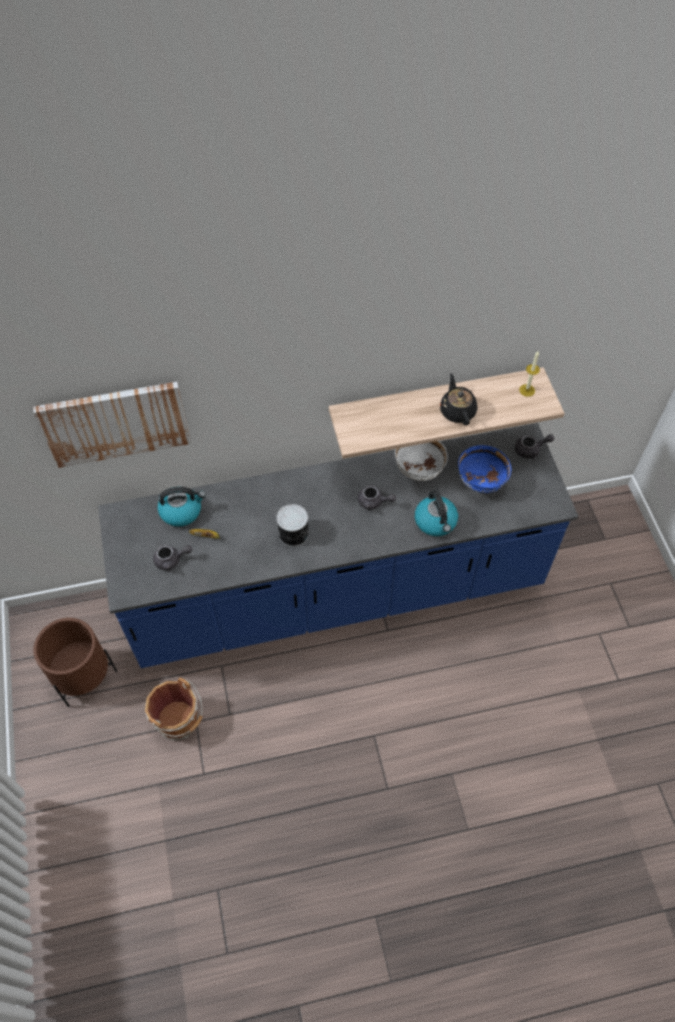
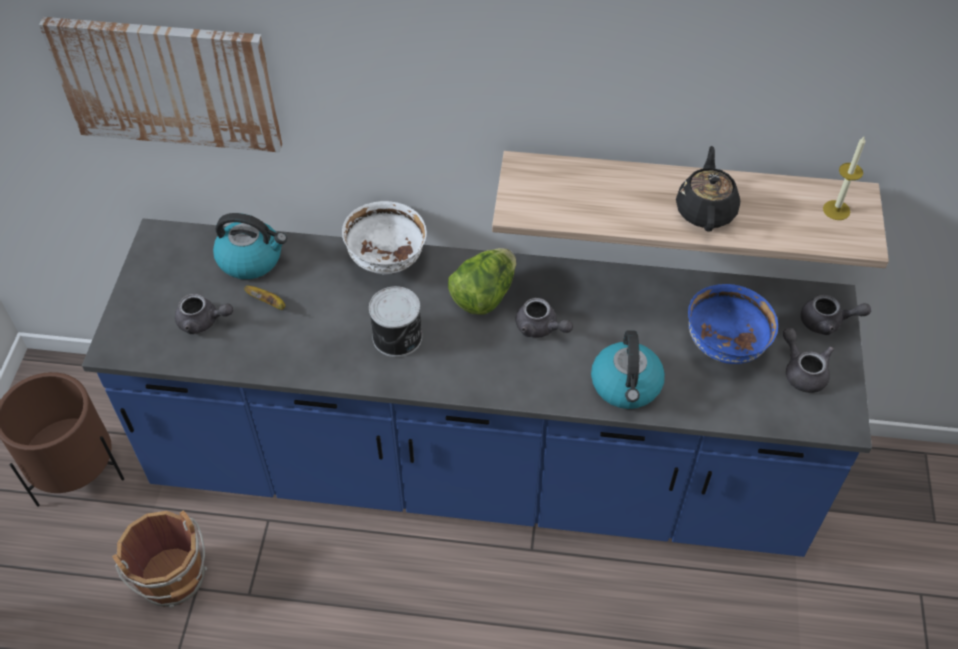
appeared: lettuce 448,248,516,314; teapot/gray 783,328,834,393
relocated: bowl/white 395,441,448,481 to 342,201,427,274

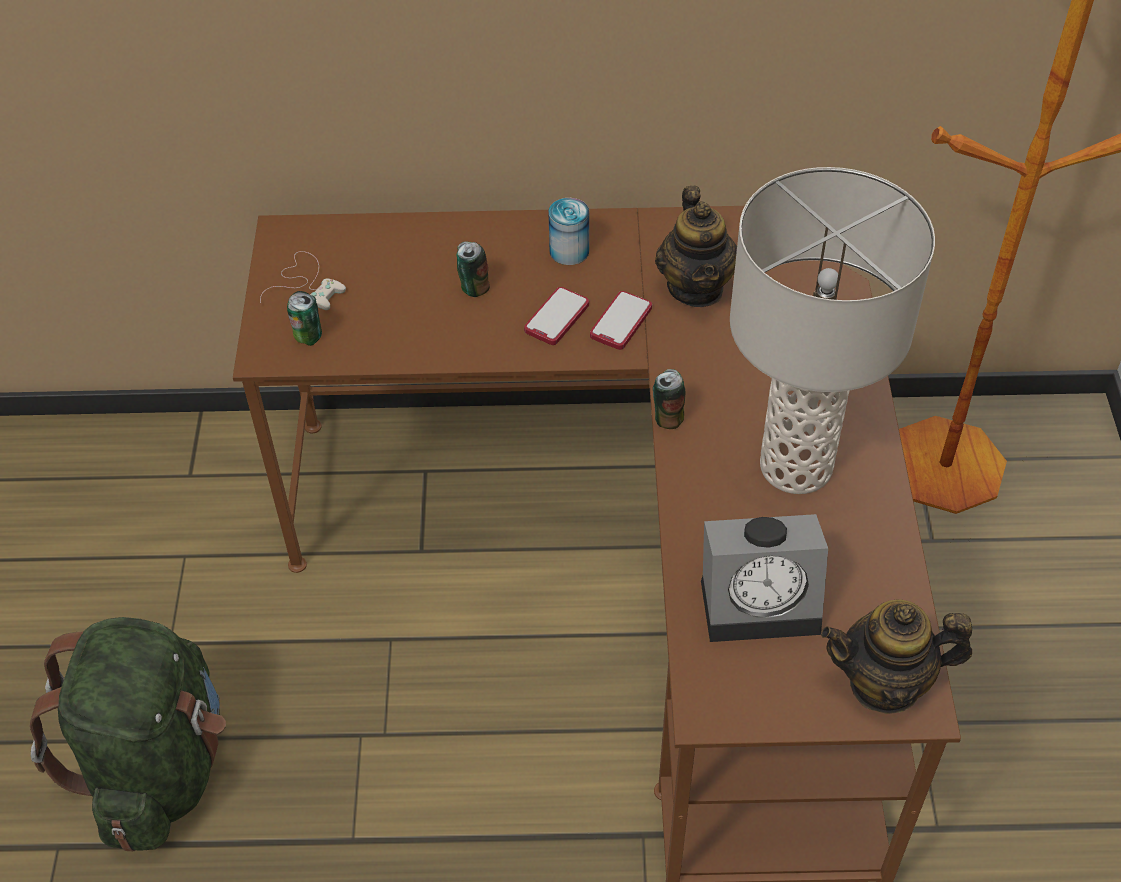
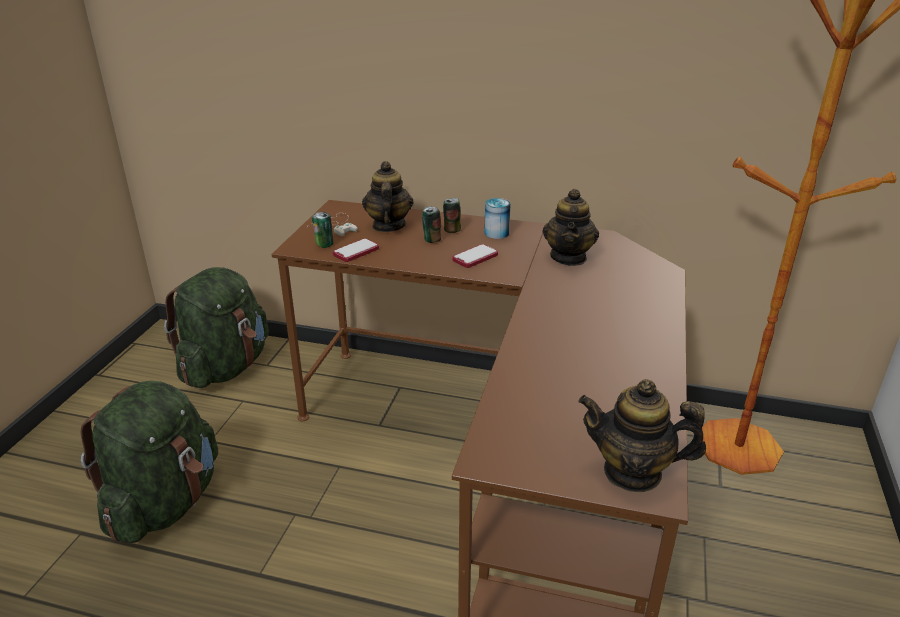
missing: alarm clock 701,514,828,642; lamp for a table/white 730,167,935,494
appeared: rucksack/green-coloured 164,267,269,388; teapot 362,161,414,232
relocated: phone 590,291,652,350 to 333,239,379,262; can 653,369,686,429 to 443,198,461,233

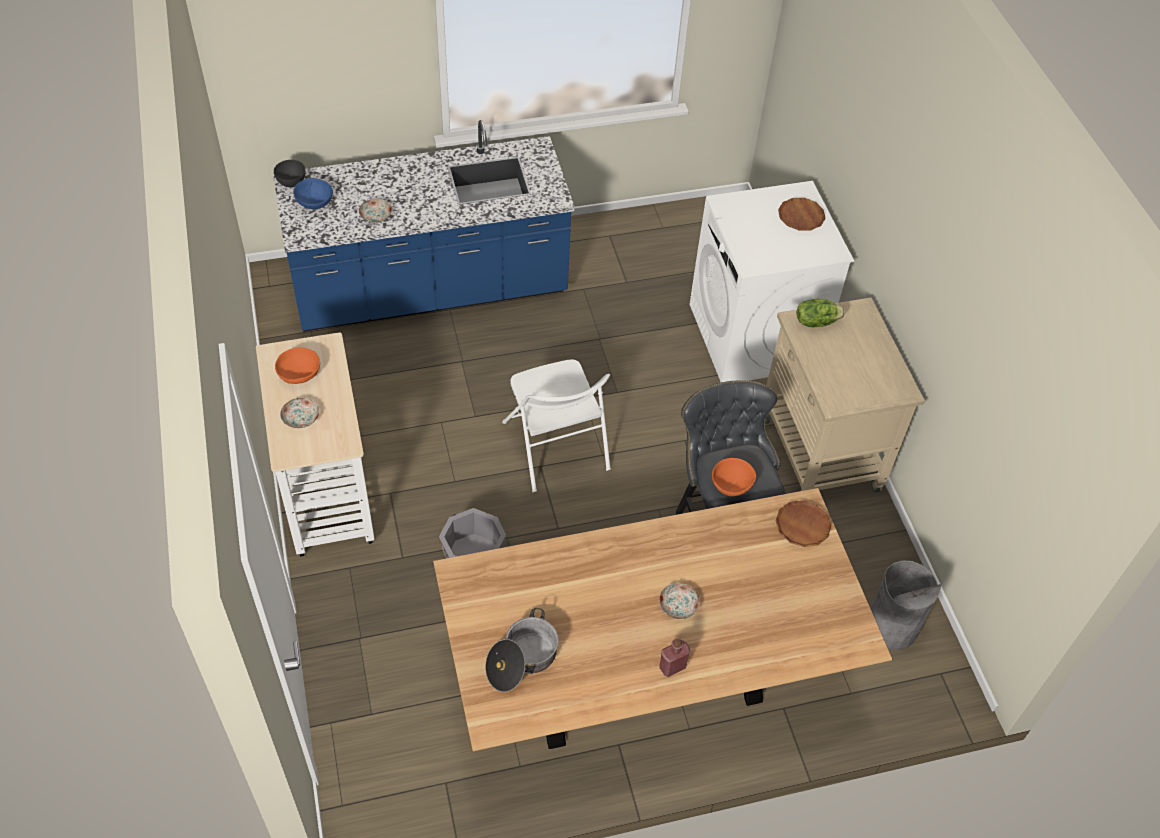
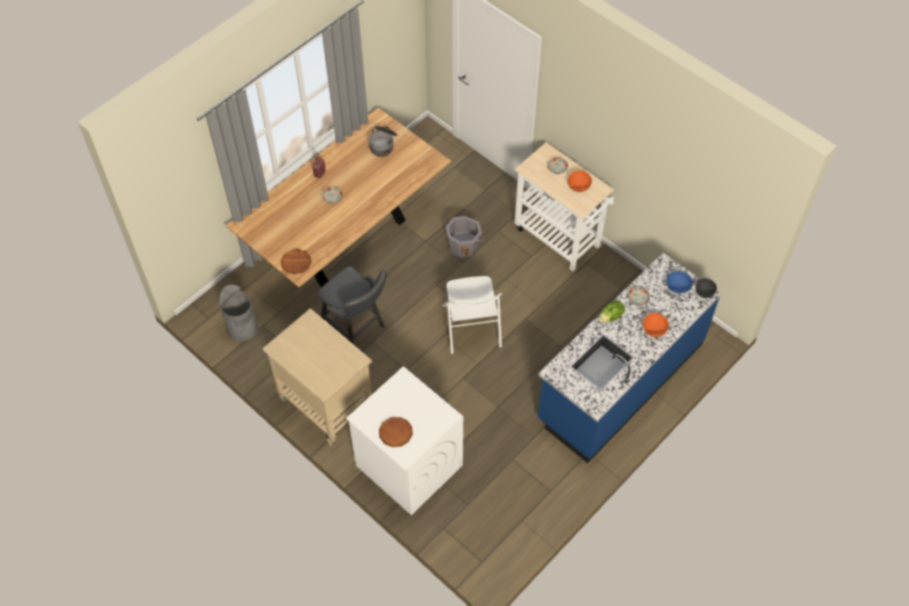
relocated: lettuce 797,298,845,327 to 598,300,625,323; bowl/orange 712,458,756,496 to 643,313,669,337
spun: chair/white 502,359,611,493 = 442,276,502,354 135 degrees counterclockwise

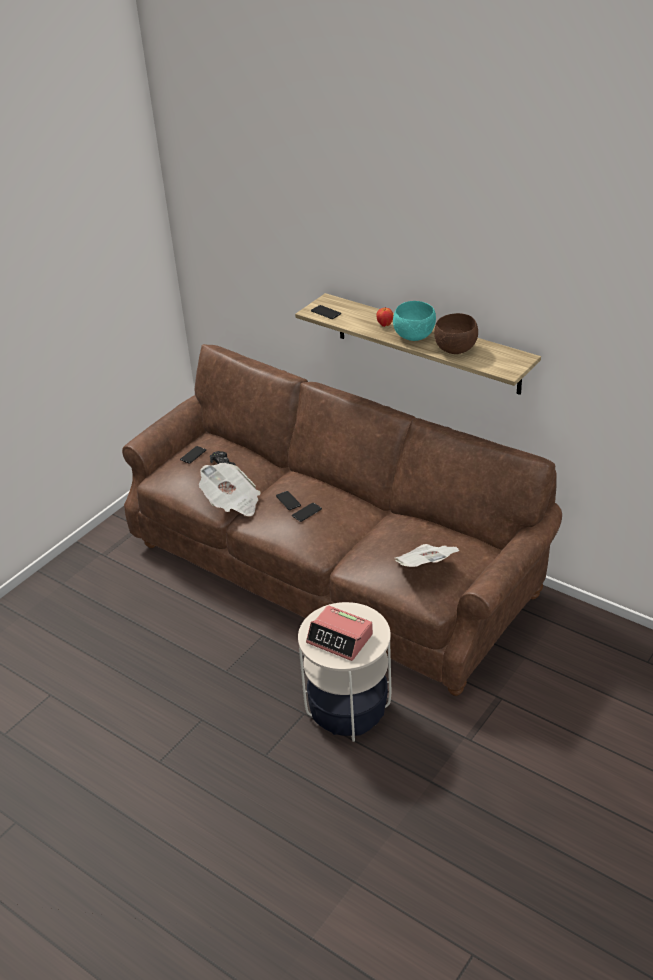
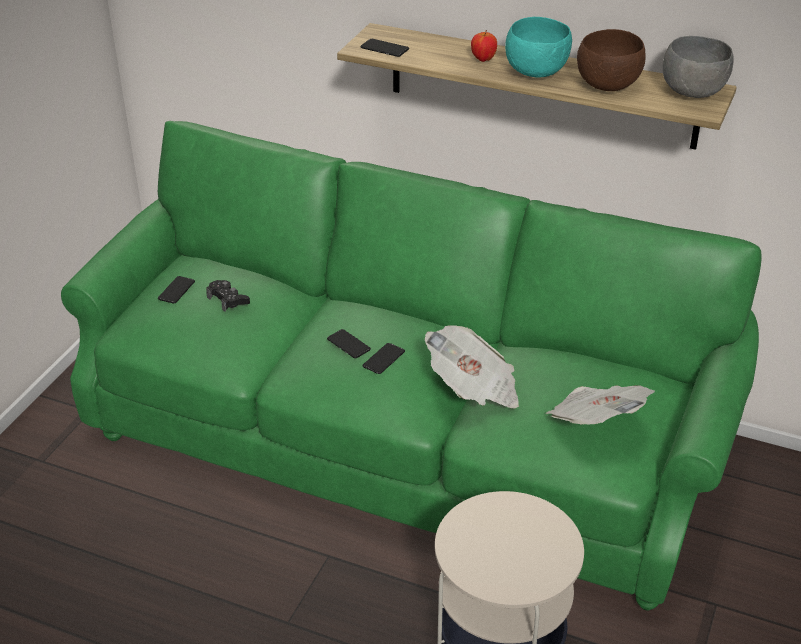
missing: alarm clock 306,605,373,661
appeared: bowl/gray 663,36,734,98
relocated: newspaper 199,463,261,517 to 425,325,519,408
colour: settee/brownish 122,344,562,696 to settee/green-coloured 61,121,761,610

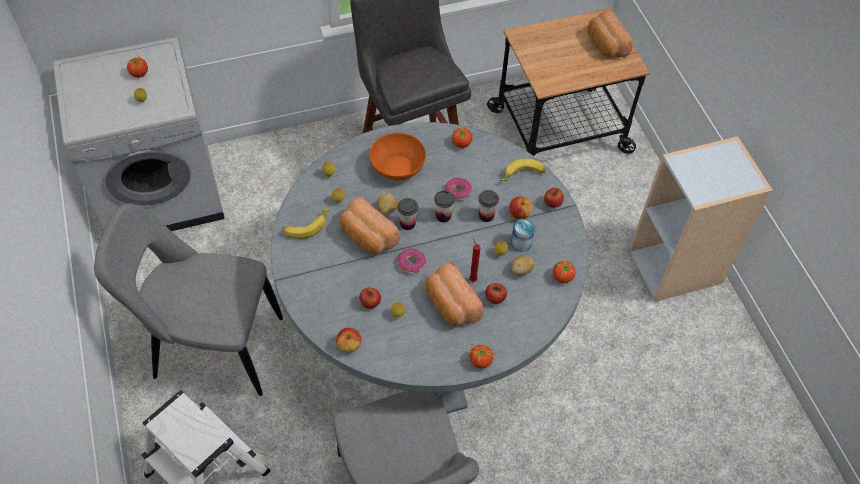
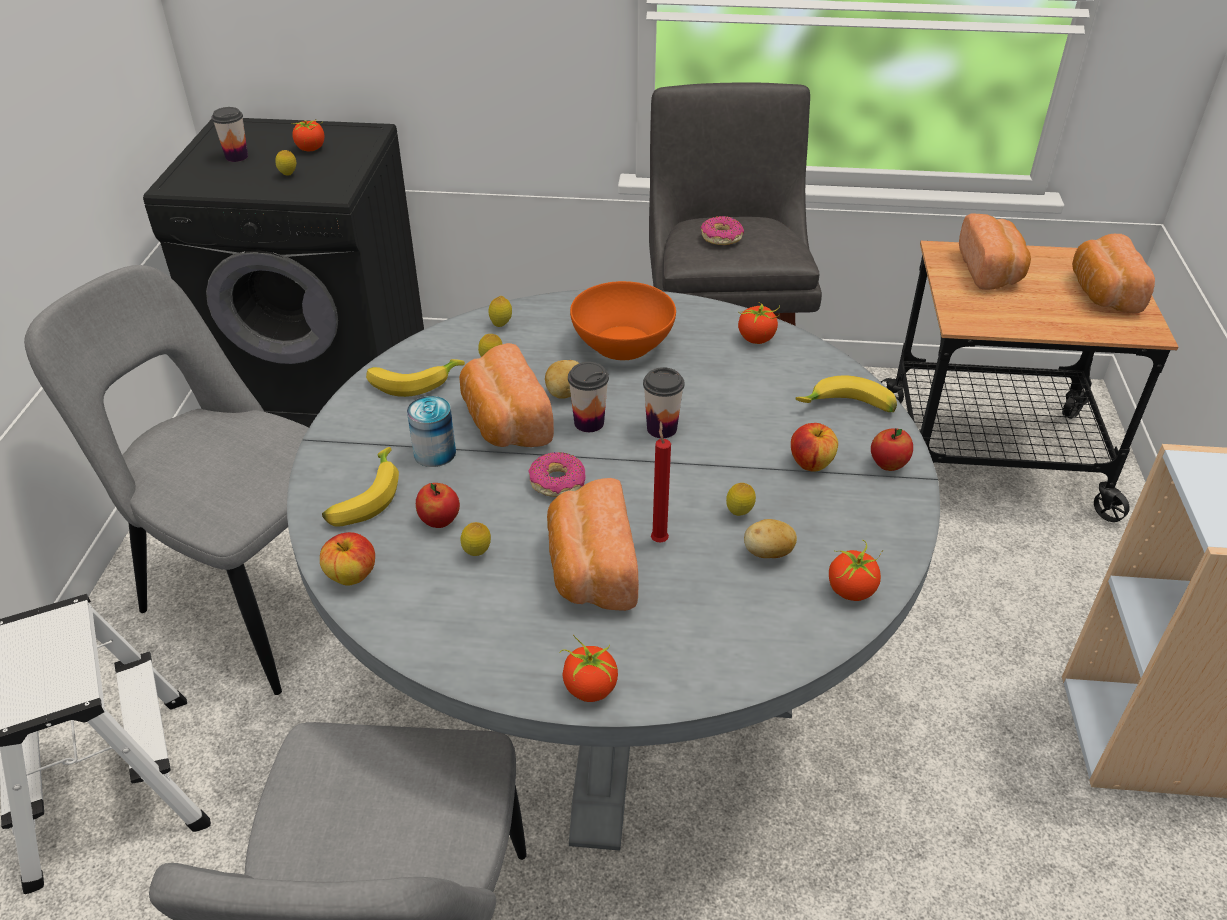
missing: apple 485,283,507,304
appeared: banana 322,447,399,527; bakery bread 959,213,1031,290
relocated: cup 478,190,499,222 to 212,107,248,162; can 511,219,535,252 to 407,396,456,467; doughnut 445,178,472,201 to 700,216,744,245
colour: laundry appliance/white 53,37,225,231 to laundry appliance/blackish 143,118,424,427

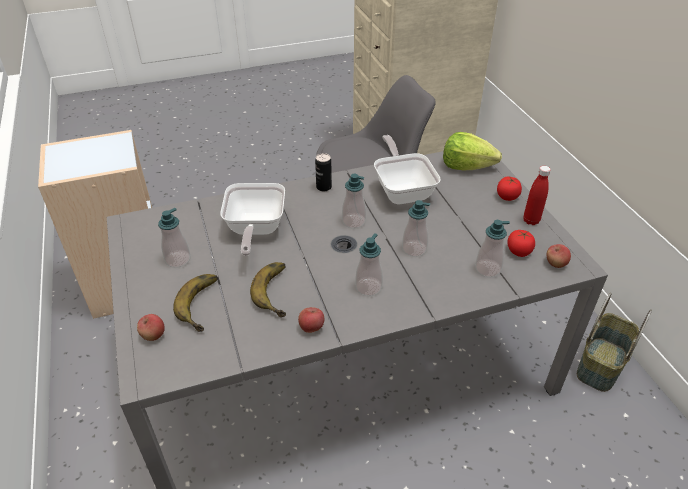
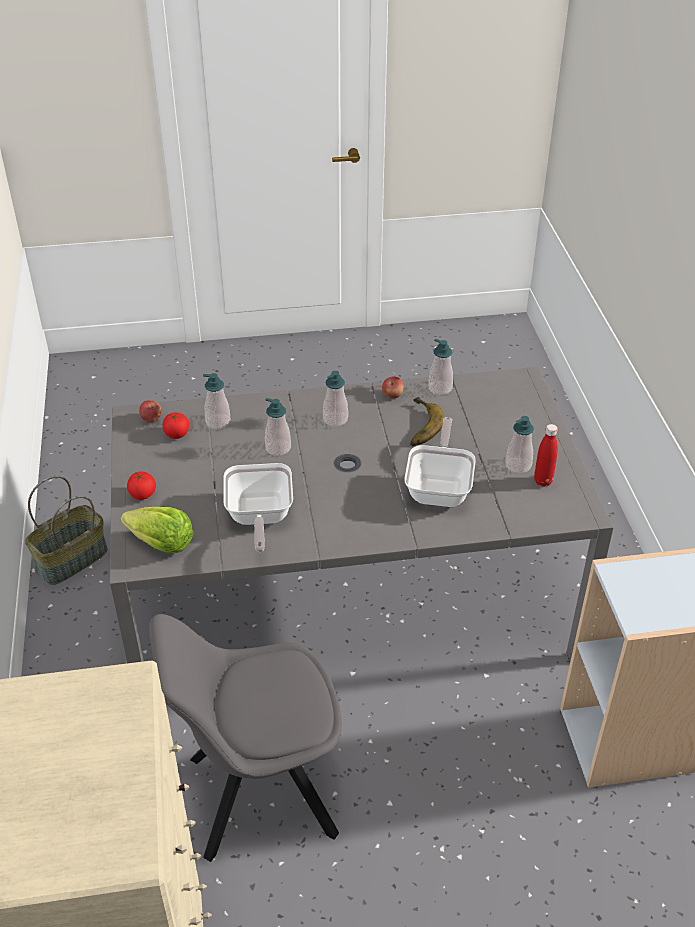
missing: apple 137,314,165,341; banana 173,274,218,332; can 315,153,332,191
relocated: liquid soap bottle 342,173,366,229 to 428,339,453,395; bottle/red-coloured 523,166,551,225 to 534,424,558,487

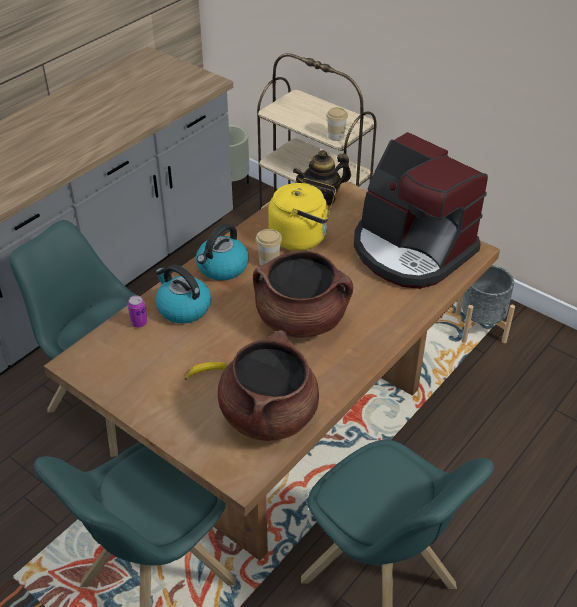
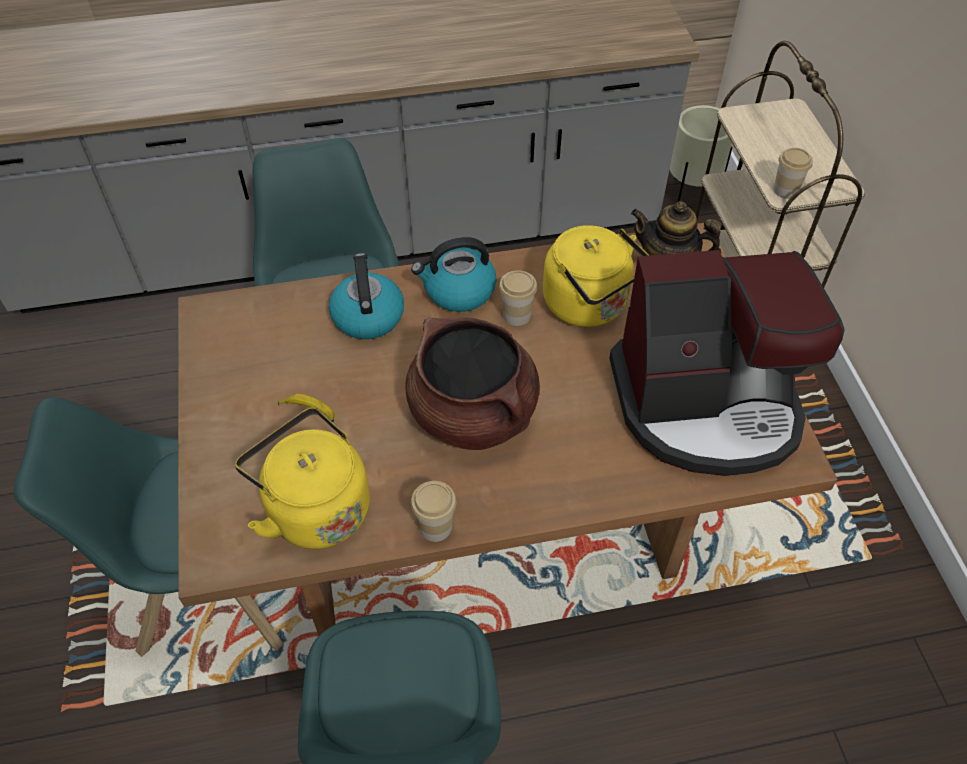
missing: can 128,295,147,328; flower pot/gray 455,265,515,343
appeared: cup 411,481,456,542
exchanged: saucepot/brownish 218,330,319,441 to tea kettle/yellow-coloured 235,407,370,549
spun: coffee brewer 354,132,488,289 = 609,250,845,476 90 degrees counterclockwise

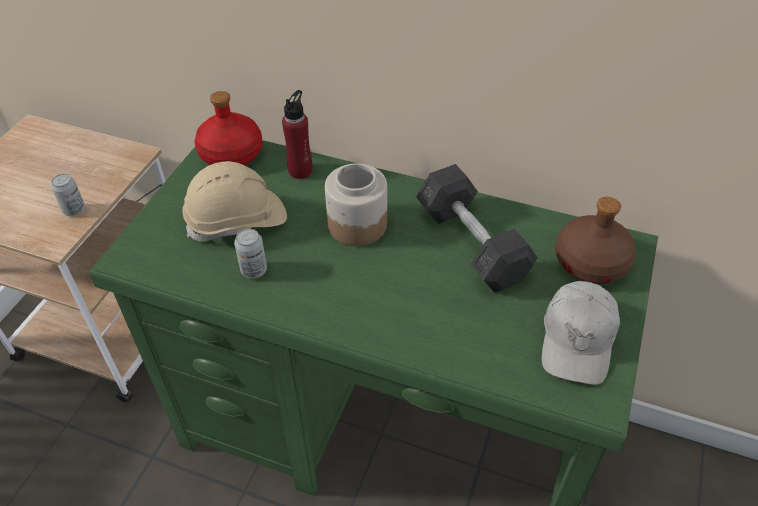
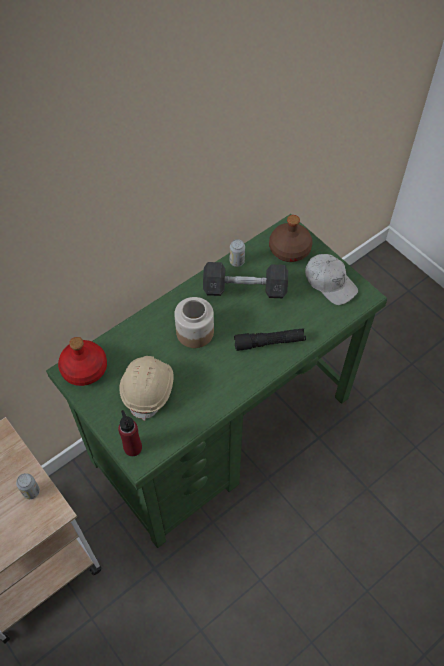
appeared: flashlight/blackish 234,328,306,351
relocated: bottle/red-coloured 282,90,313,179 to 118,410,142,456; can 234,229,267,279 to 230,239,245,267

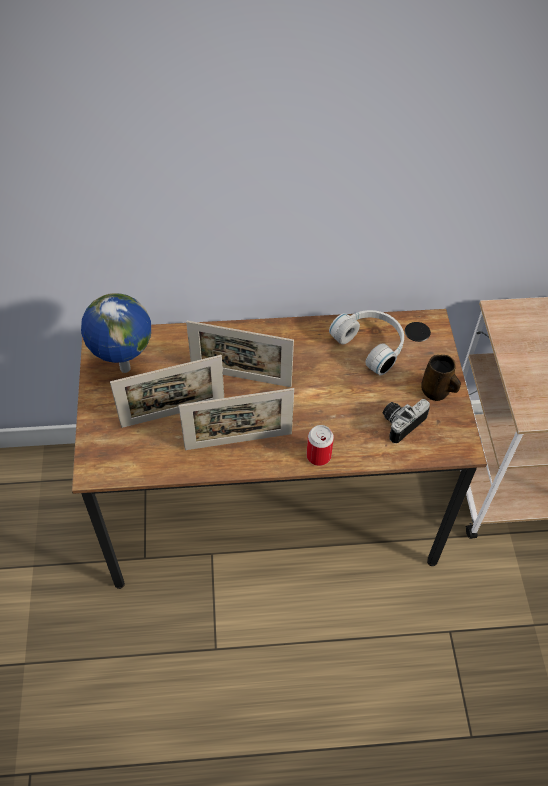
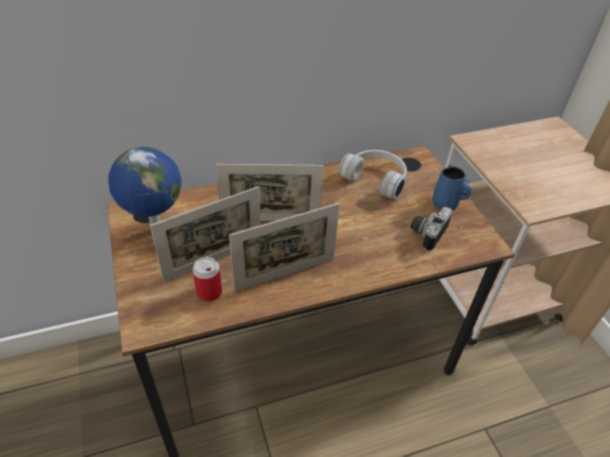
relocated: can 306,425,334,466 to 192,257,222,302
colour: coffee mug/brownish 421,355,461,401 to coffee mug/blue-coloured 432,166,472,211

